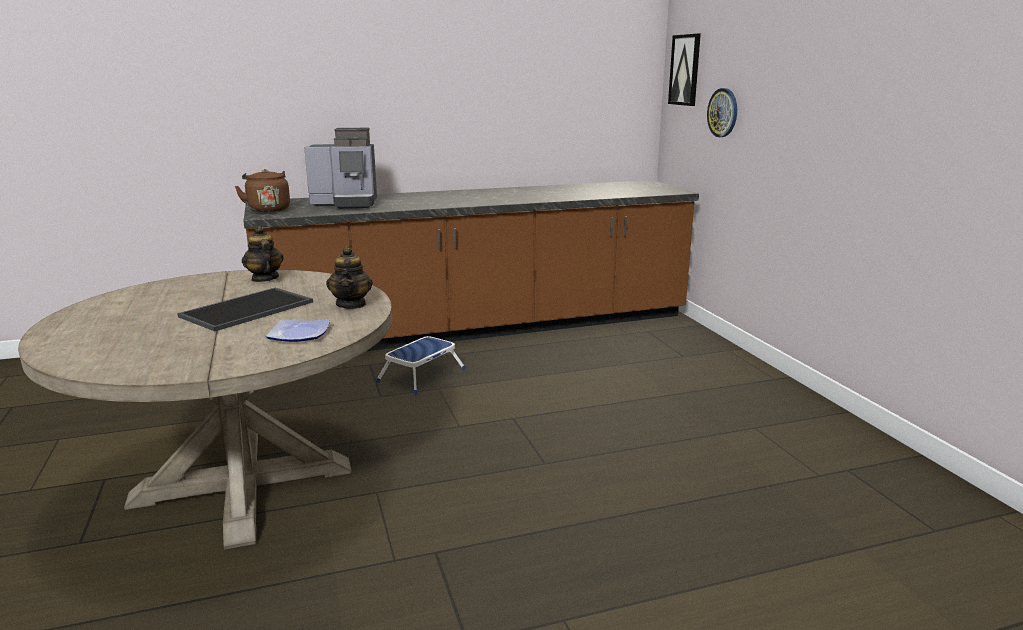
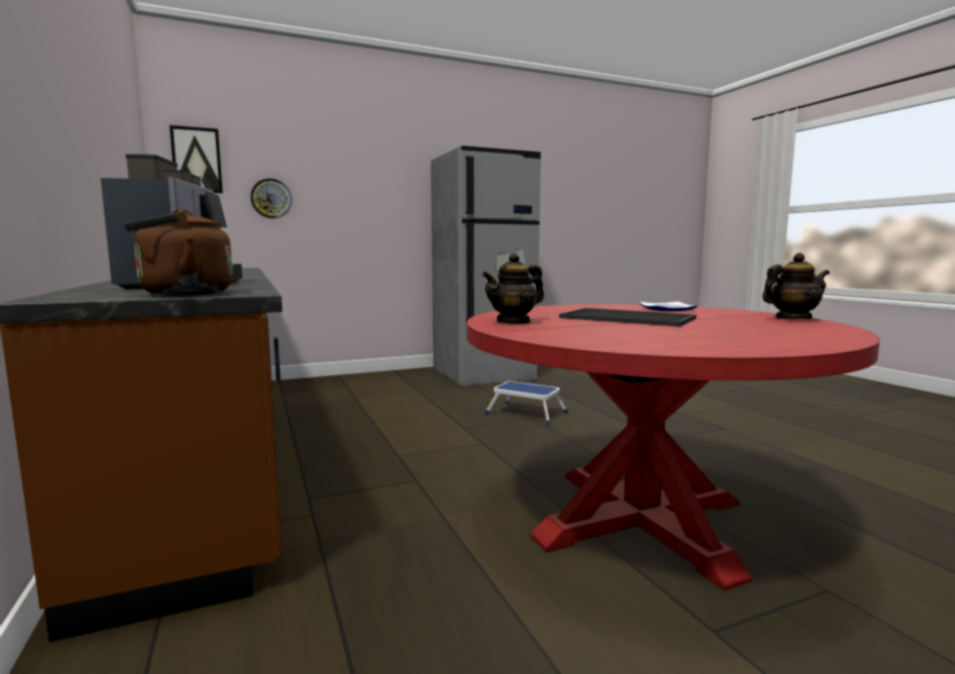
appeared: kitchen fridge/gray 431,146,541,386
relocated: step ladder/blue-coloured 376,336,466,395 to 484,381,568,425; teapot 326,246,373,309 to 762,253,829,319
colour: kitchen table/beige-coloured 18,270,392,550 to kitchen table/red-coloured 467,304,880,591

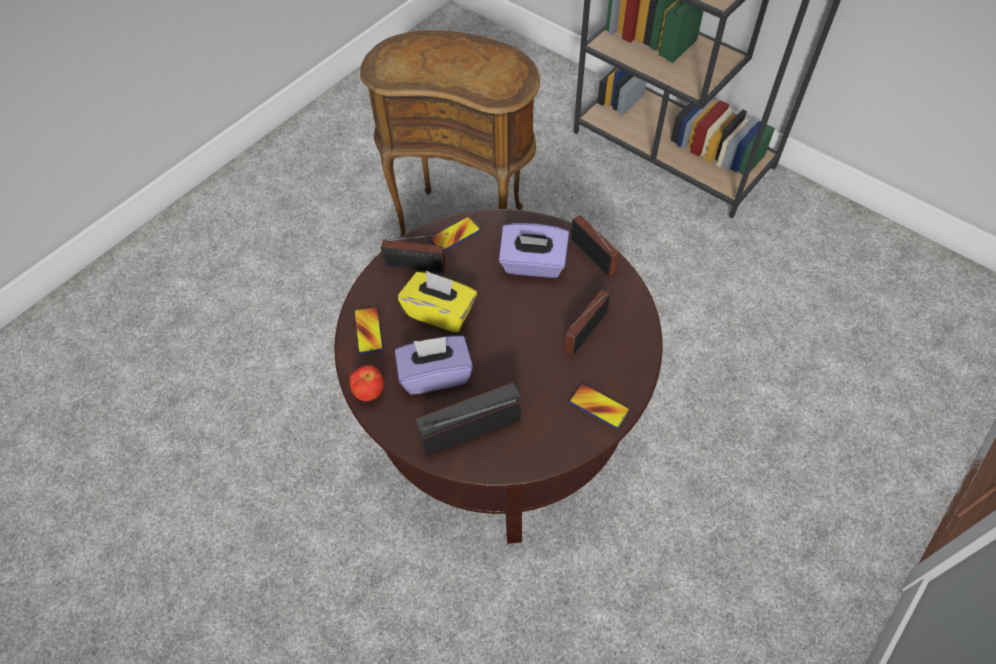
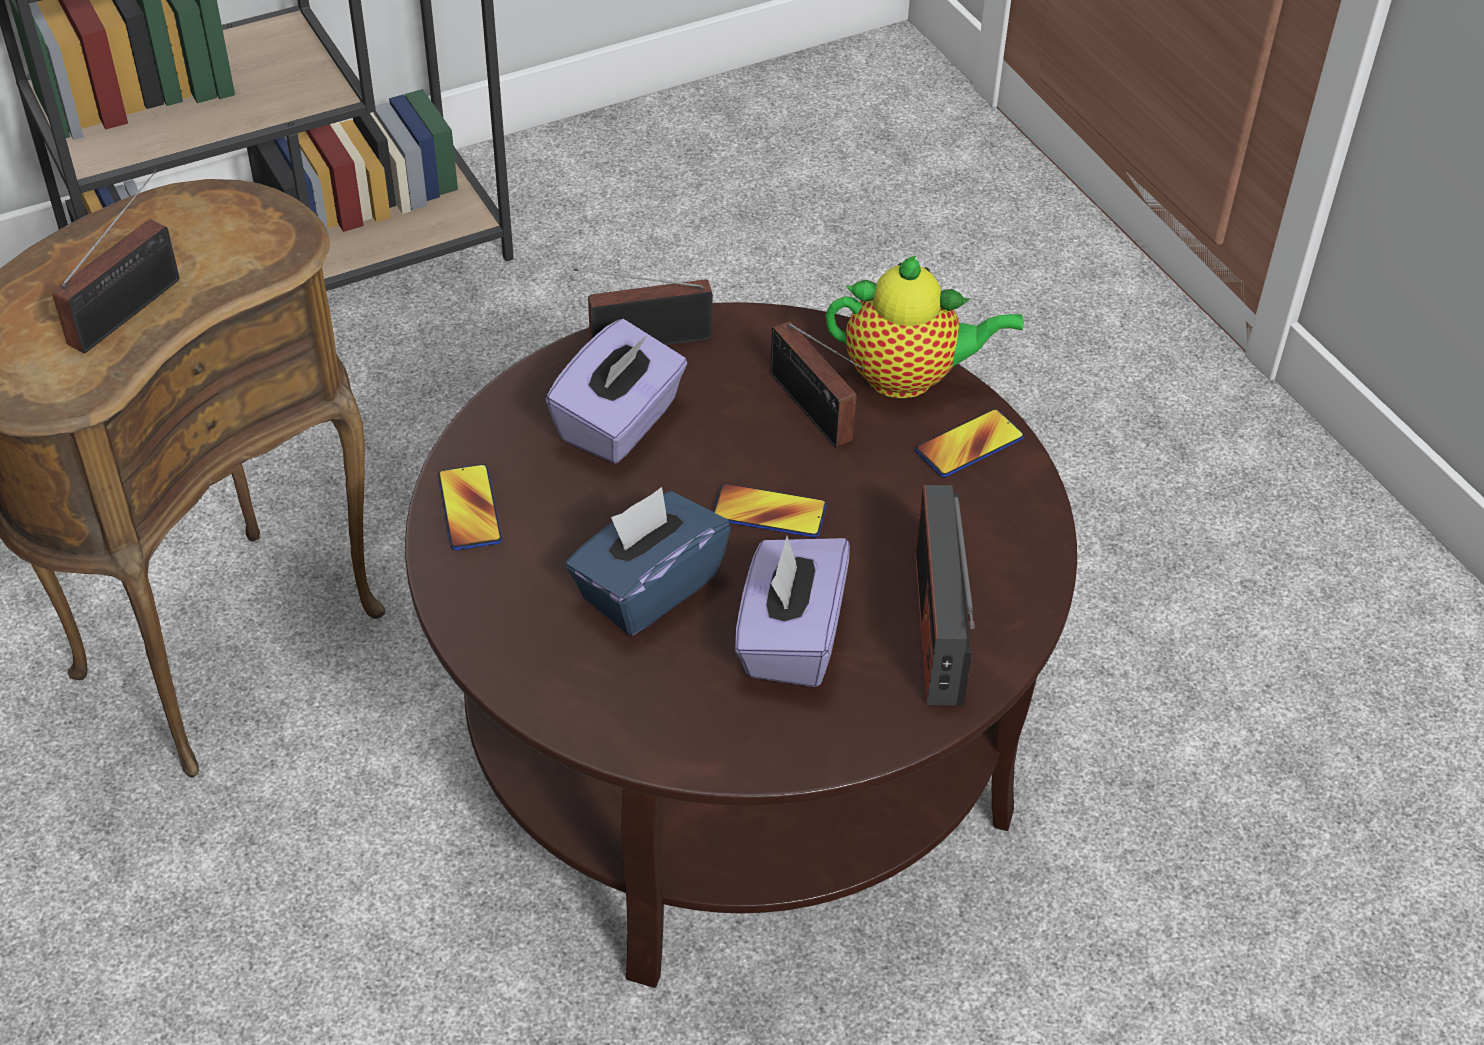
missing: apple 350,365,384,401
appeared: teapot 826,255,1024,398
relocated: radio set 381,233,449,274 to 52,169,179,353; phone 354,306,383,354 to 712,483,827,537
colour: tissue holder/yellow-coloured 398,270,477,333 to tissue holder/blue-coloured 565,487,731,635

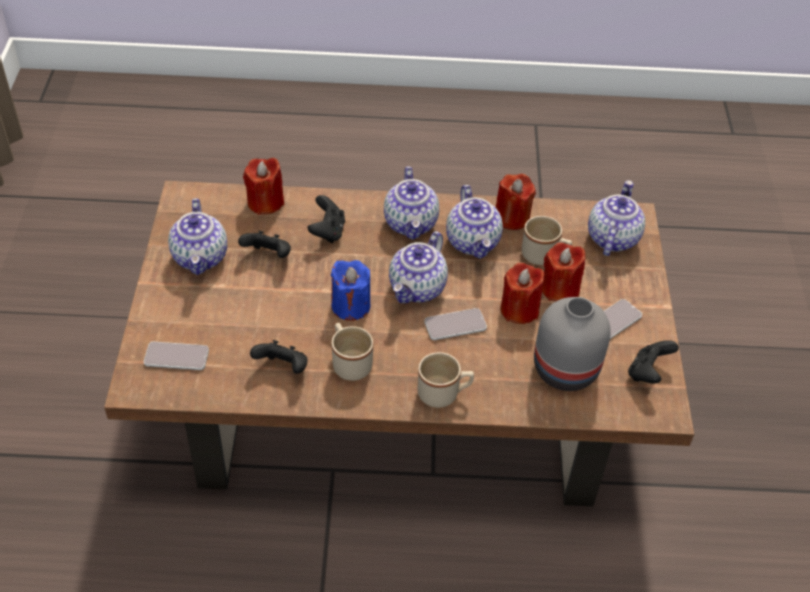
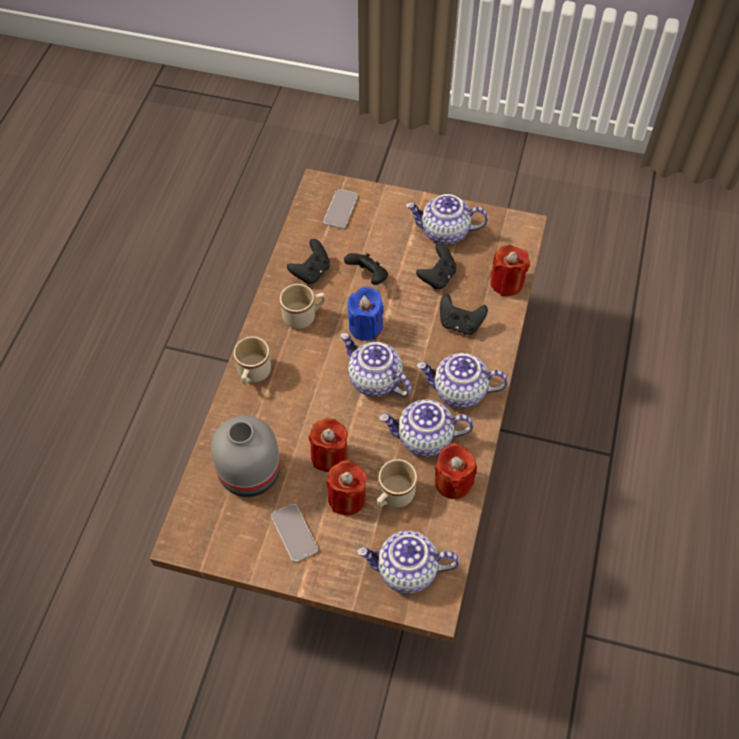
missing: phone 425,308,487,340
relocated: game controller/blackish 628,340,679,384 to 344,253,388,285
spun: teapot 588,180,645,256 = 357,530,460,594 150 degrees clockwise

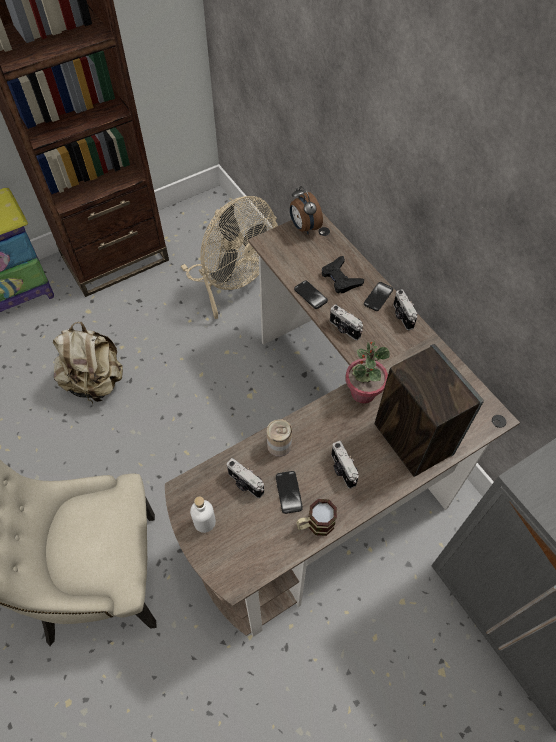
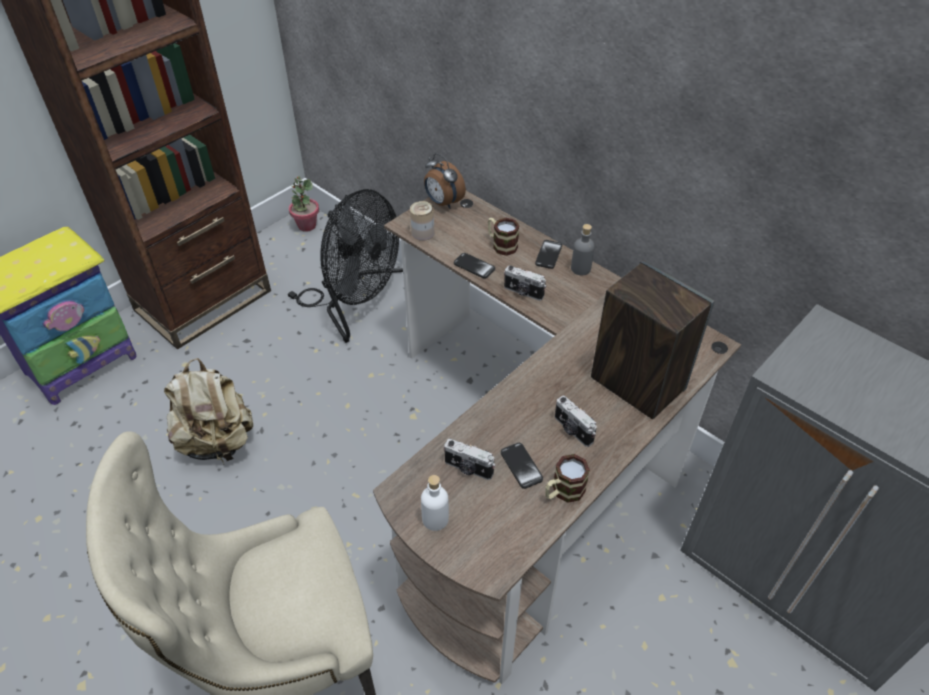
relocated: houseplant 346,341,390,404 to 289,176,319,232; can 267,419,292,457 to 410,201,434,241
exchanged: game controller/blackish 322,256,364,294 to coffee mug 488,218,520,256; photo camera 393,289,417,330 to bottle/gray 571,224,595,275
colour: cooling fan/beige-coloured 181,196,278,319 to cooling fan/blackish 288,189,403,343

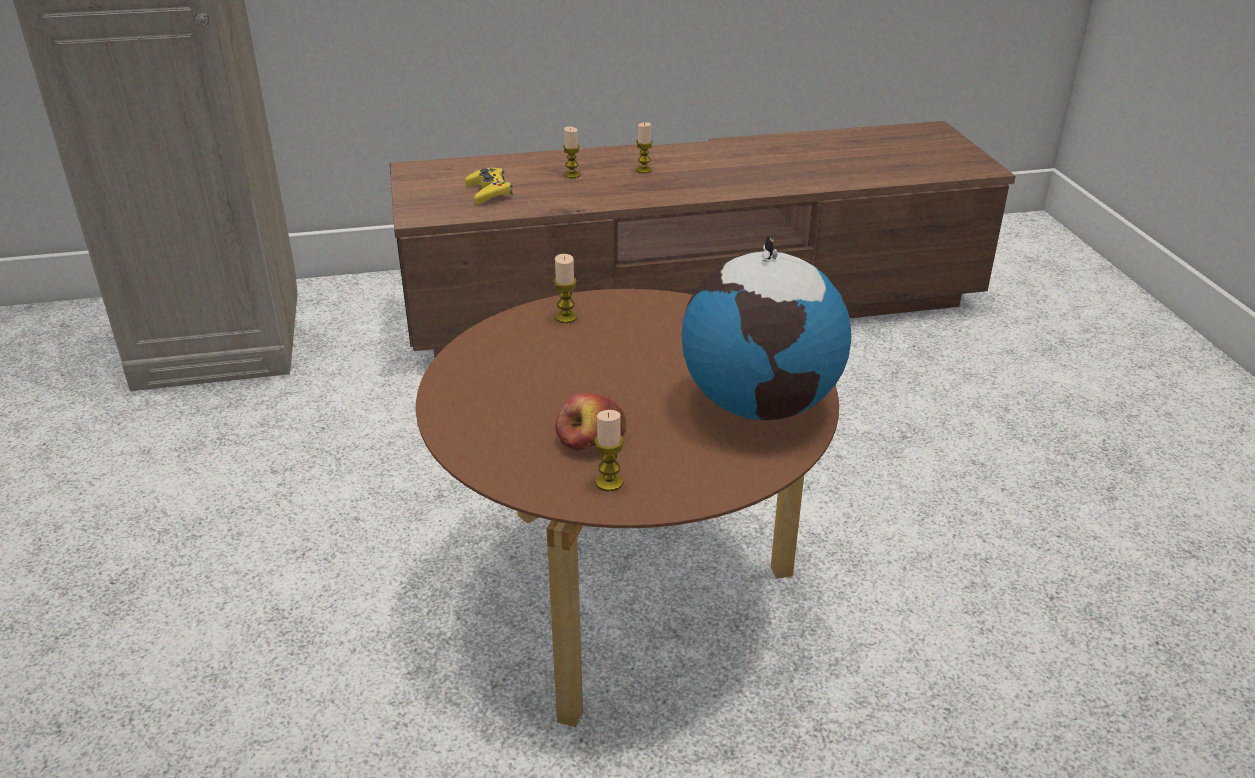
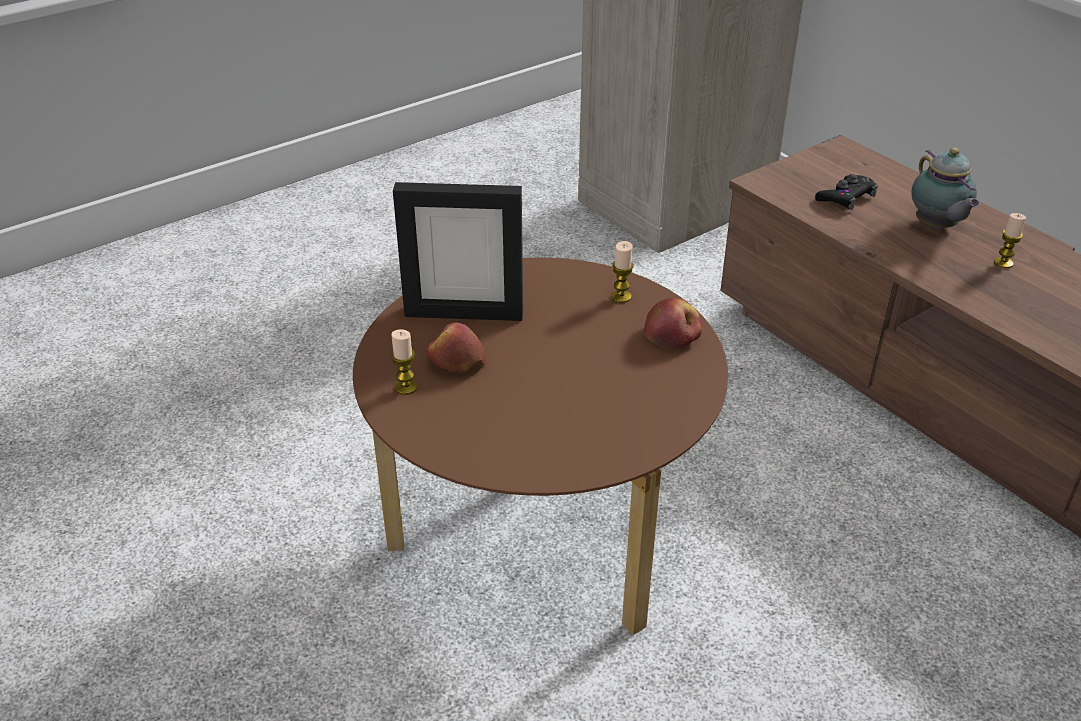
missing: desk globe 681,233,851,420
appeared: picture frame 393,182,523,321; apple 644,298,702,349
exchanged: wax light 563,127,580,178 to teapot 911,148,980,229
colour: game controller/yellow-coloured 465,168,513,204 to game controller/blackish 815,174,878,210

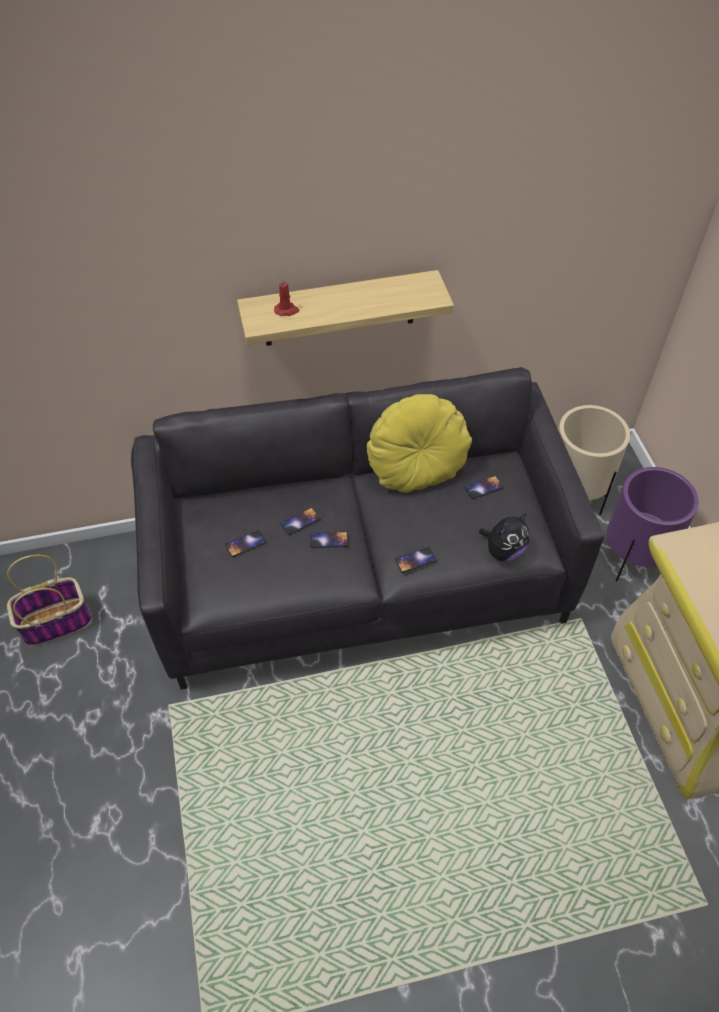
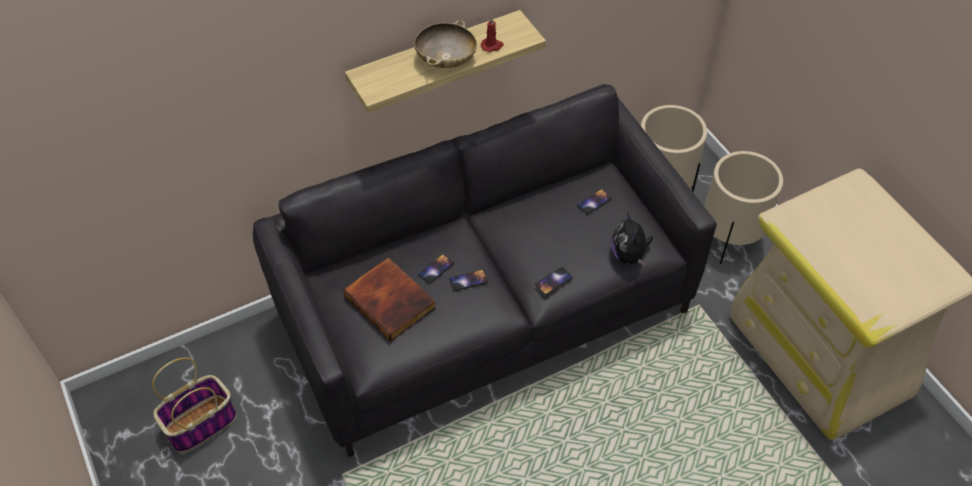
missing: throw pillow/yellow-coloured 367,394,472,493
appeared: bowl/beige-coloured 414,20,477,68
relocated: wax light/red-coloured 274,278,300,316 to 481,17,504,52
exchanged: phone 225,530,266,557 to volume 343,258,436,341
colour: flower pot/purplish 607,467,699,581 to flower pot/beige-coloured 704,151,783,264
spun: soft toy 479,513,529,561 = 611,213,653,266 135 degrees clockwise

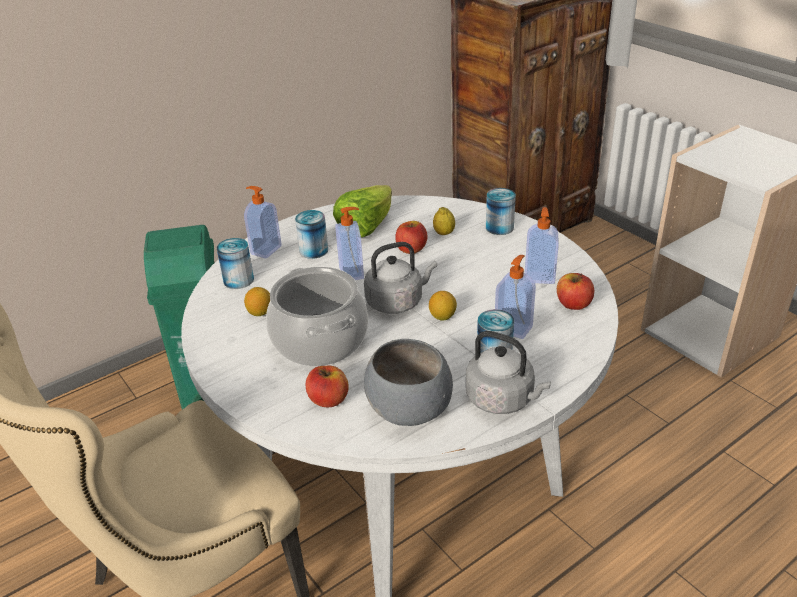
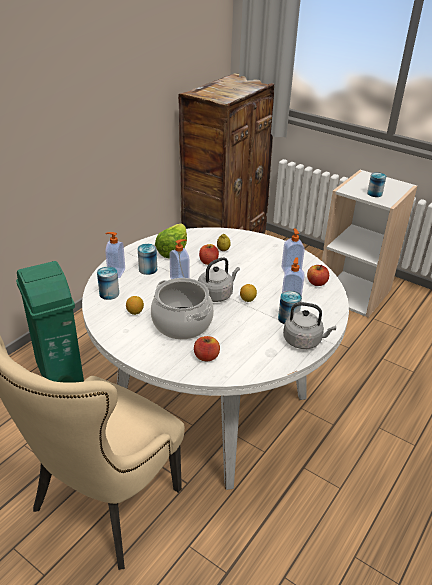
missing: bowl/gray 364,339,453,426
relocated: can 486,188,516,235 to 367,172,386,197

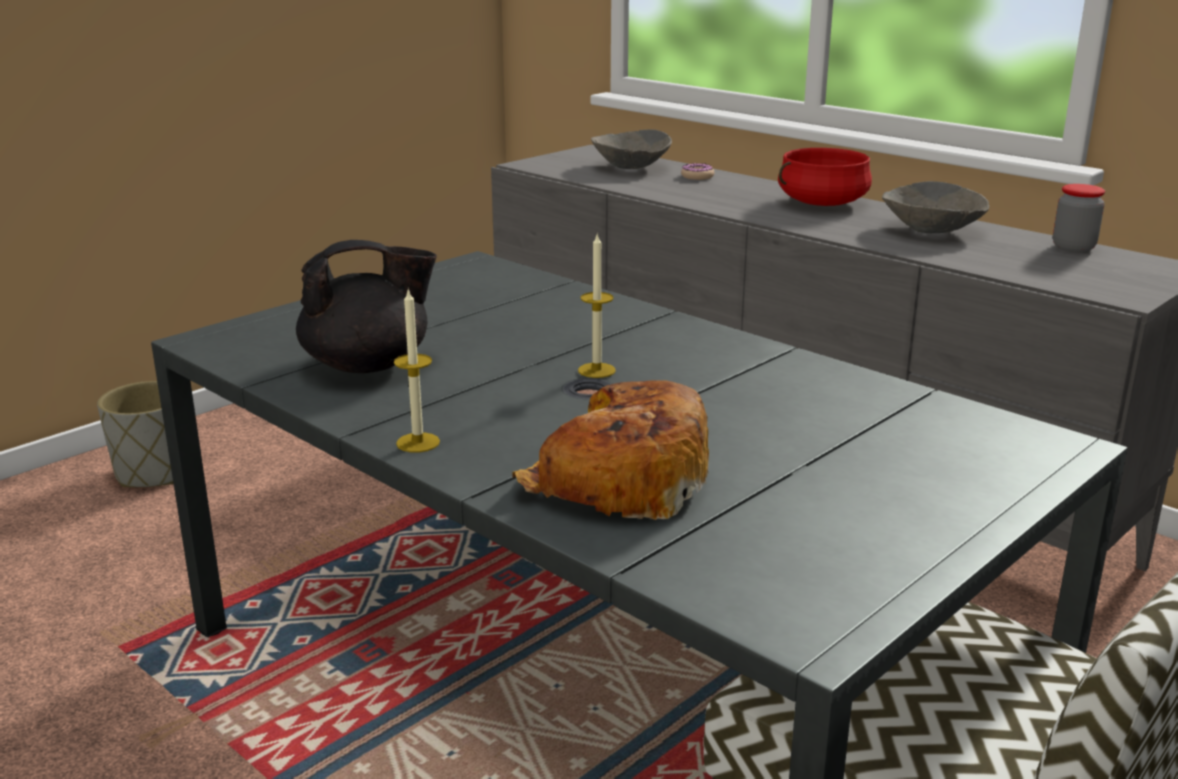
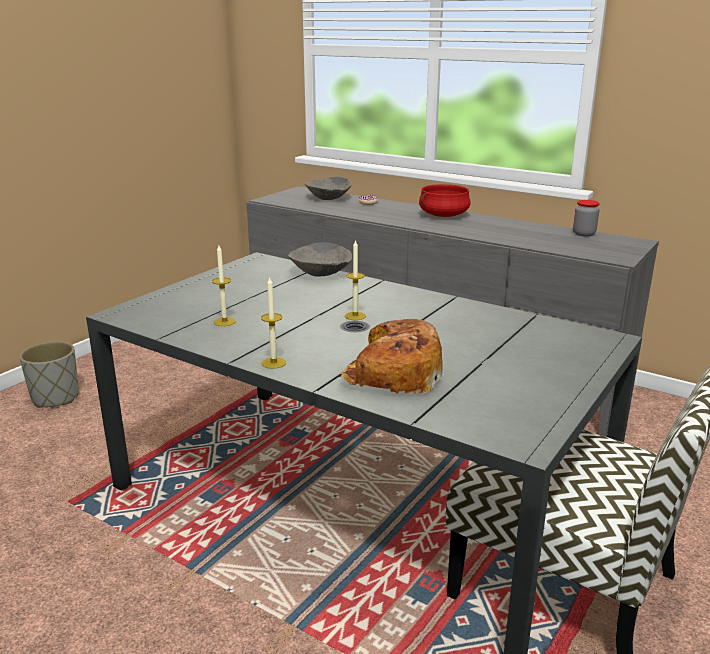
relocated: bowl/gray 882,181,989,233 to 288,242,352,277
exchanged: teapot/blackish 296,240,437,373 to wax light 212,245,236,326

